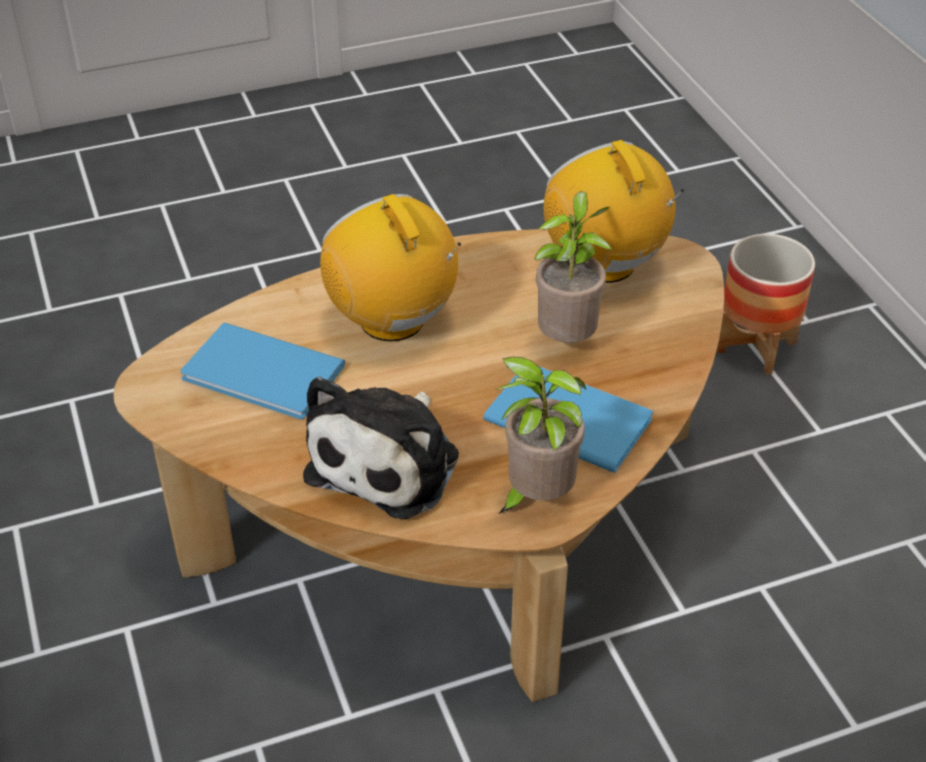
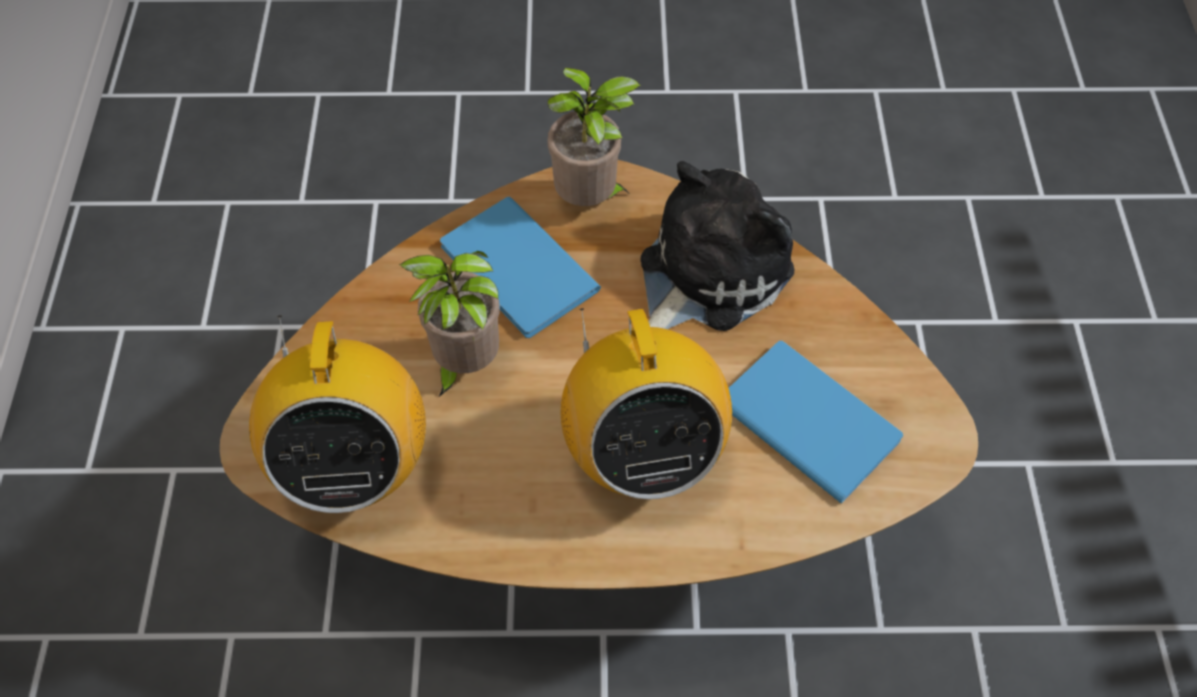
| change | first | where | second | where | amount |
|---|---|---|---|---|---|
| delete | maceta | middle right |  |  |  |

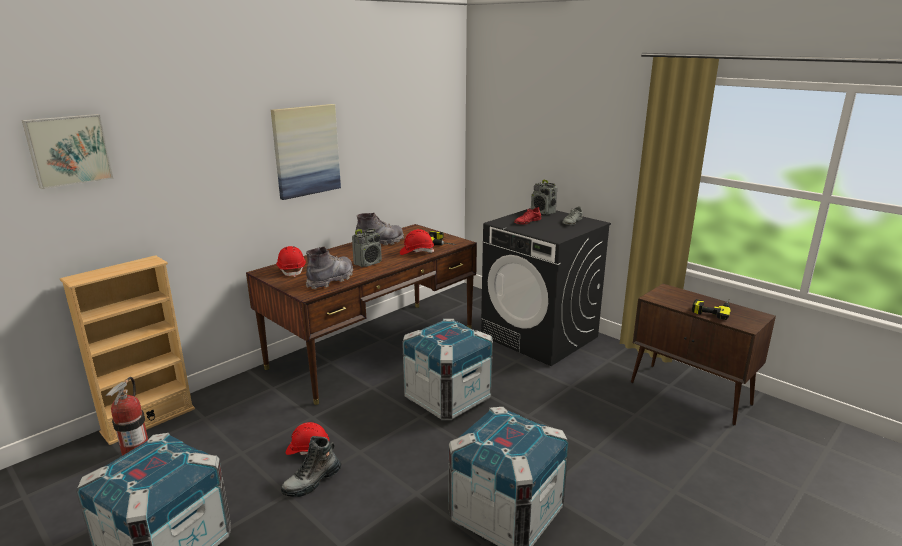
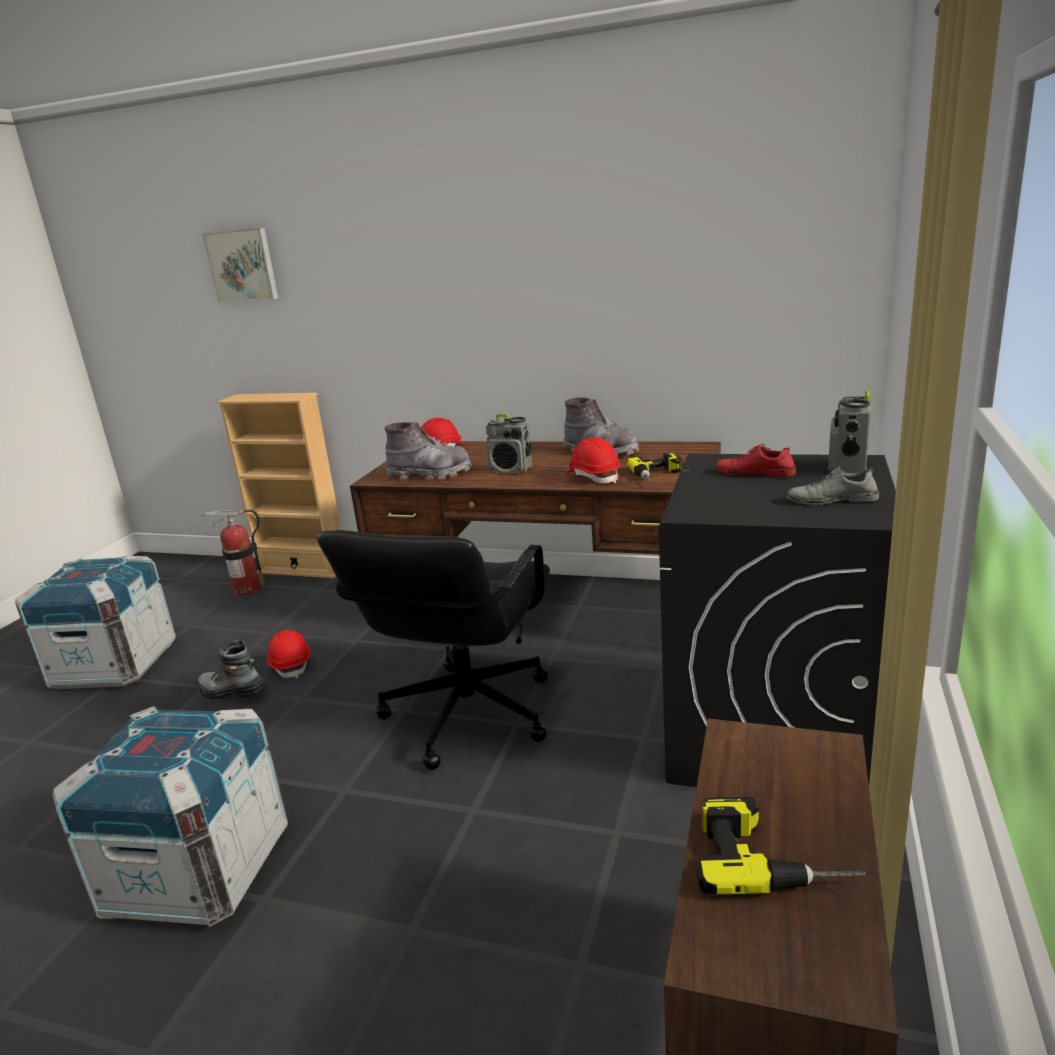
| change | first | where | second | where | amount |
|---|---|---|---|---|---|
| replace | caja de embalaje (2nd from left) | bottom centre | silla de oficina (negro) | centre |  |
| delete | cuadro (2nd from left) | top centre |  |  |  |

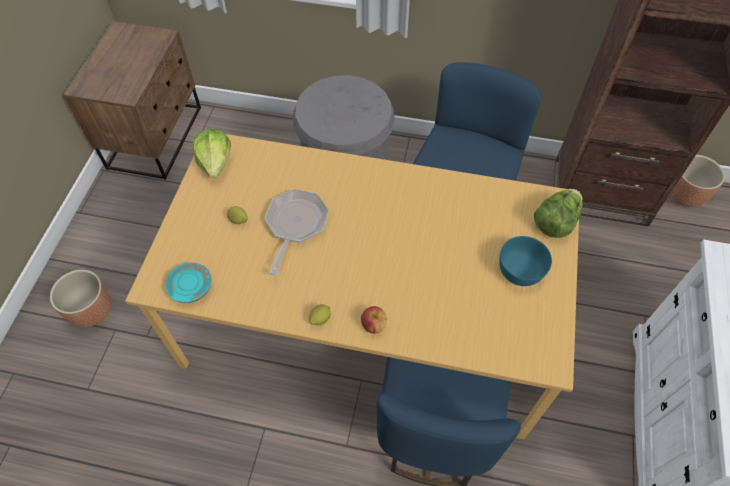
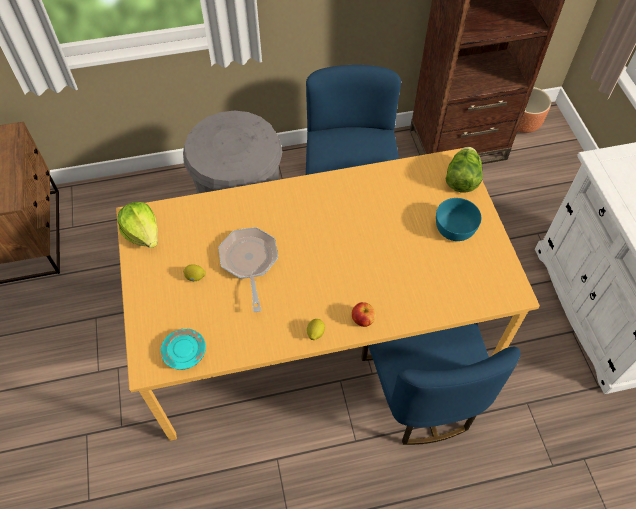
| change | first | where | second | where | amount |
|---|---|---|---|---|---|
| delete | maceta (marrón) (1st from left) | middle left |  |  |  |

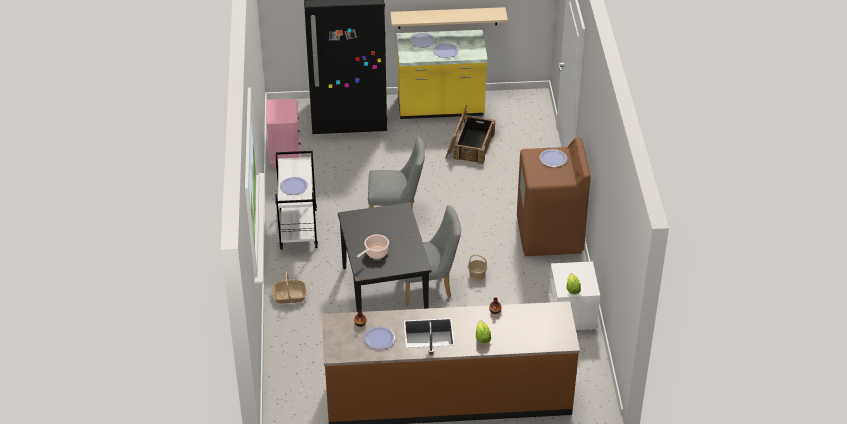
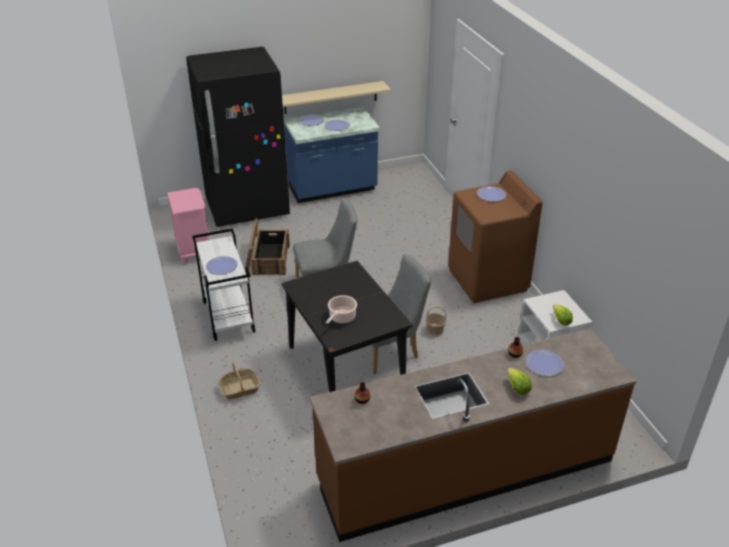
| change | first | where | second | where | amount |
|---|---|---|---|---|---|
| move | caja de embalaje | top centre |  | centre |  |
| recolor | mueble bajo de cocina (amarillo) | top centre | mueble bajo de cocina (azul) | top centre |  |
| move | plato (2nd from left in the first image) | bottom centre | plato (5th from left) | middle right |  |

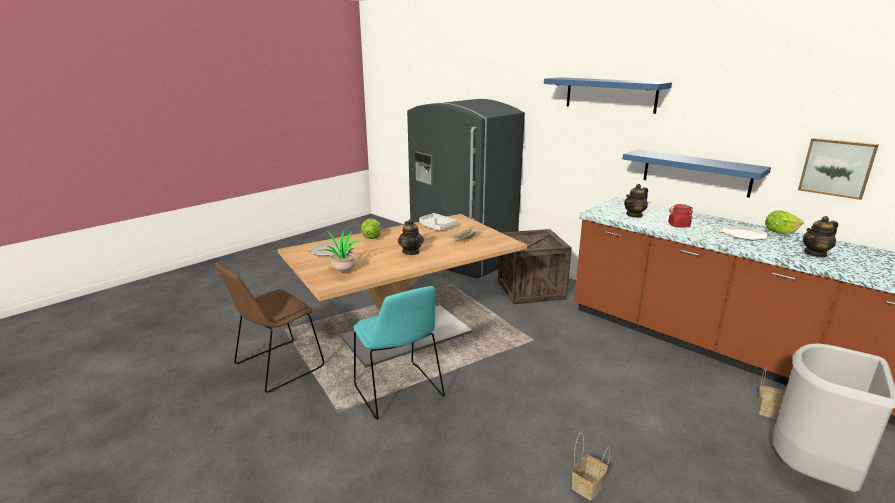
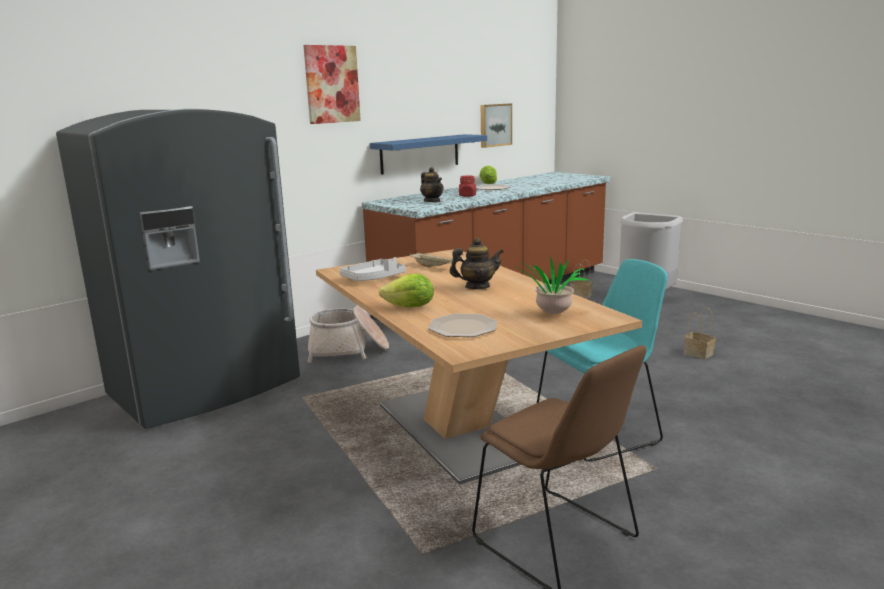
| change | first | where | second | where | amount |
|---|---|---|---|---|---|
| replace | estante (azul) (1st from left) | top right | cuadro (1st from left) | top centre |  |
| replace | caja de embalaje | centre | cesta (1st from left) | centre |  |
| delete | tetera (3rd from left) | middle right |  |  |  |

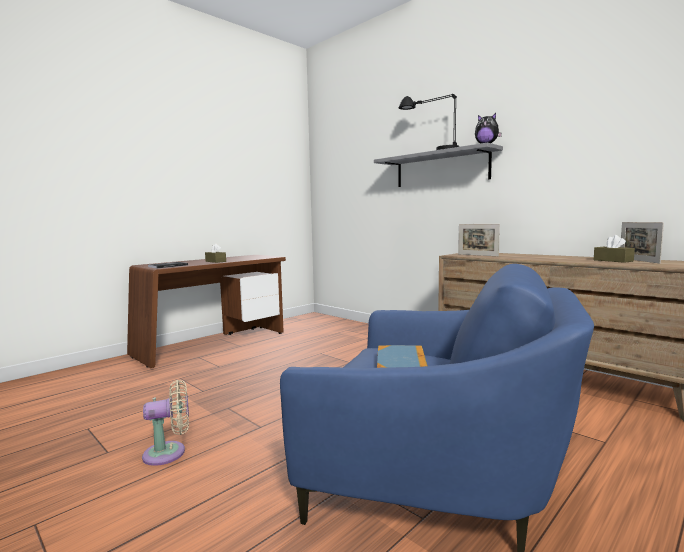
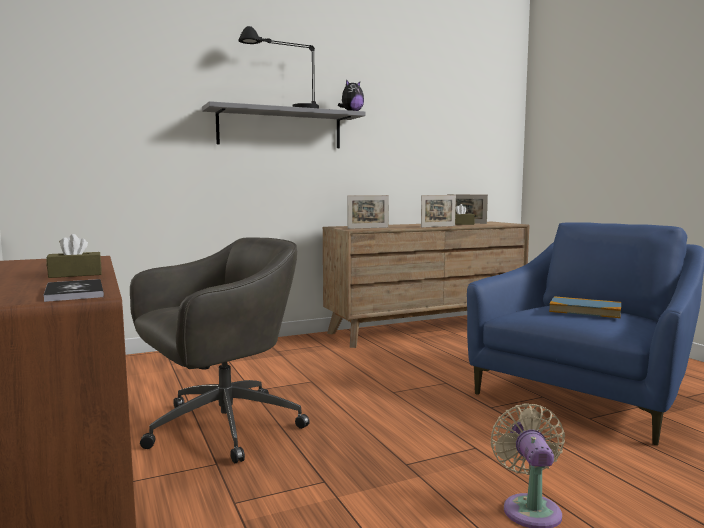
| change | first | where | second | where | amount |
|---|---|---|---|---|---|
| insert |  |  | silla de oficina (gris) | middle left |  |
| insert |  |  | portarretratos (2nd from left) | centre |  |

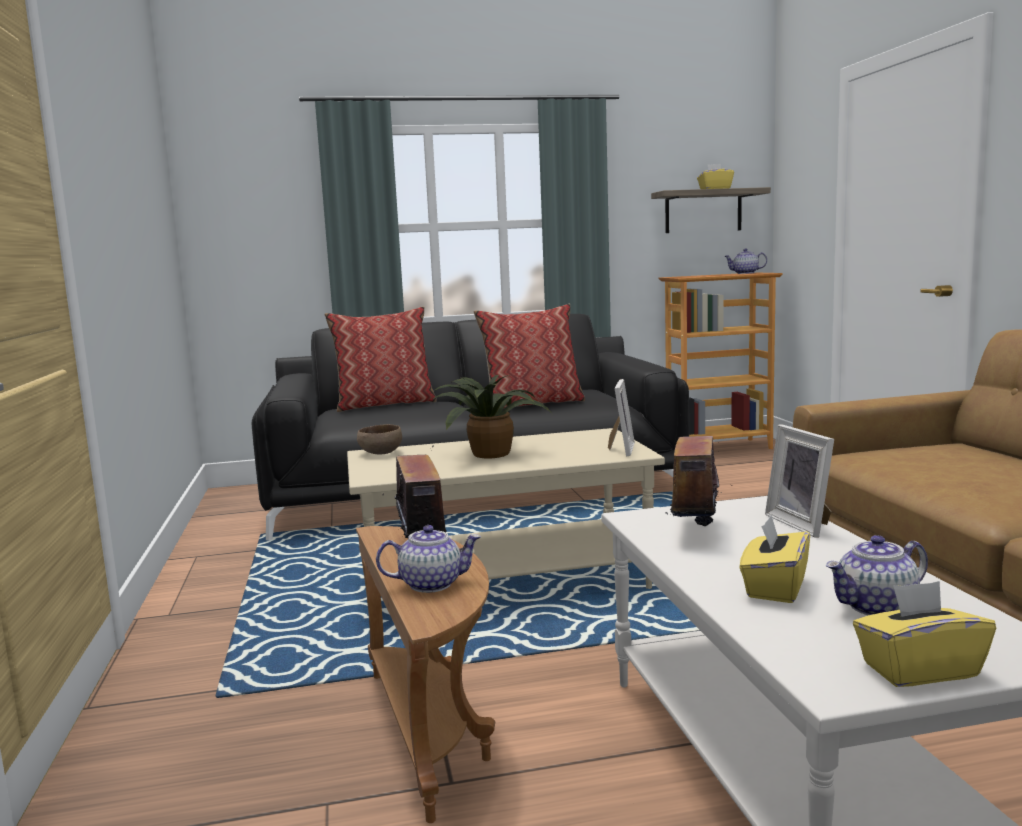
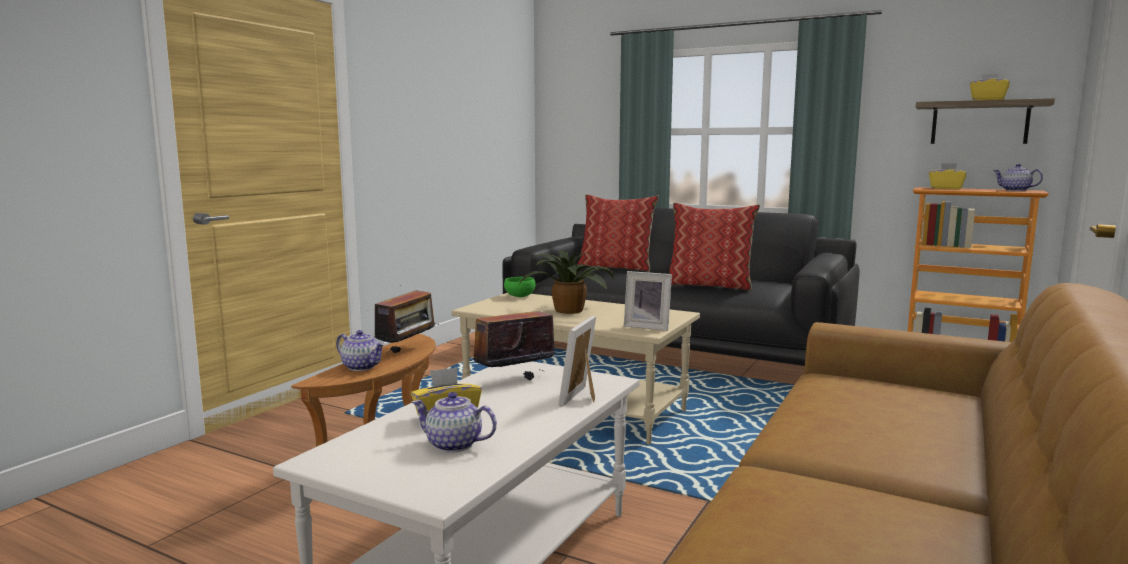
| change | first | where | second | where | amount |
|---|---|---|---|---|---|
| recolor | cuenco (marrón) | centre | cuenco (verde) | centre |  |
| rotate | portarretratos (1st from left in the first image) | centre | portarretratos (2nd from left) | centre | 60 degrees clockwise |
| move | caja de pañuelos (amarillo) (3rd from left in the first image) | bottom right | caja de pañuelos (amarillo) (2nd from left) | top right |  |

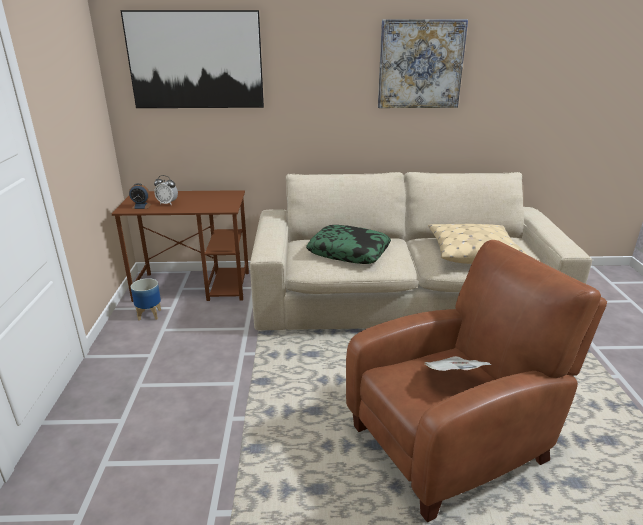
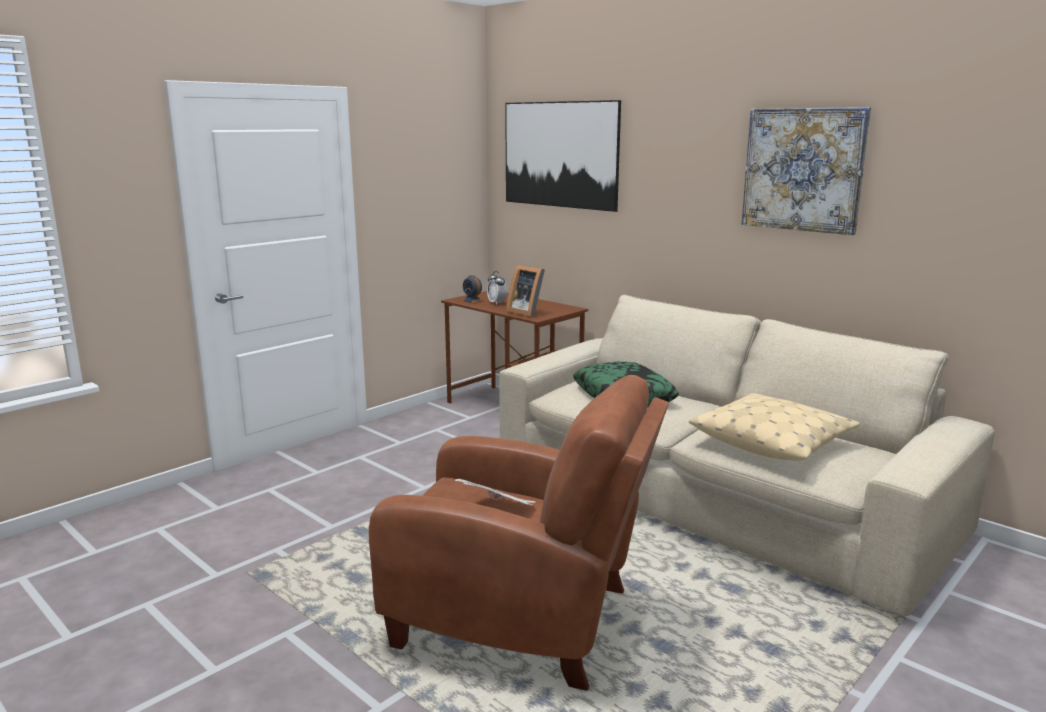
| change | first | where | second | where | amount |
|---|---|---|---|---|---|
| insert |  |  | portarretratos | centre |  |
| delete | maceta | middle left |  |  |  |

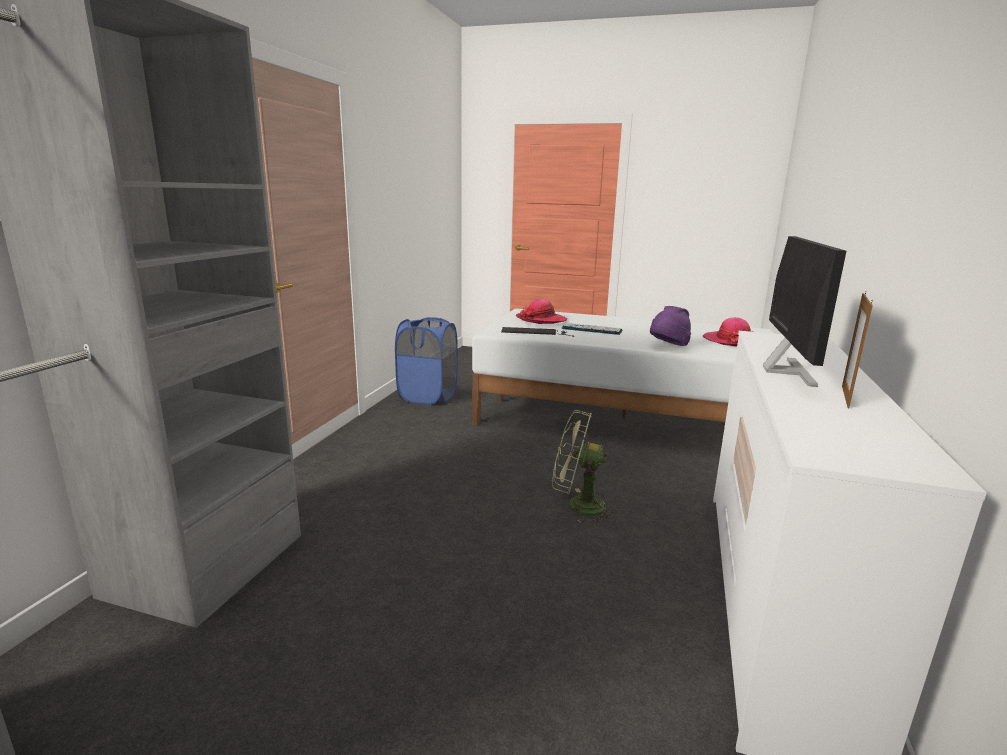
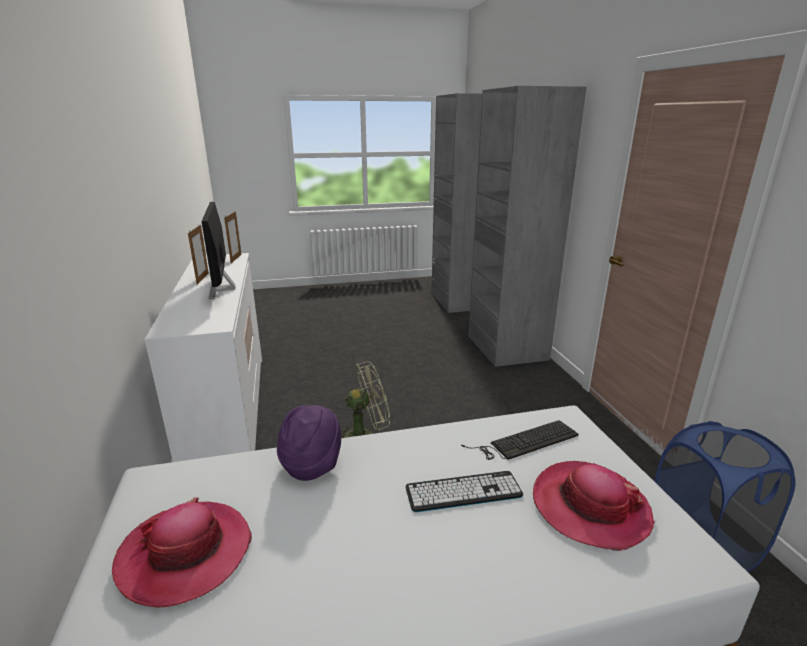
| change | first | where | second | where | amount |
|---|---|---|---|---|---|
| insert |  |  | portarretratos (2nd from left) | middle left |  |

